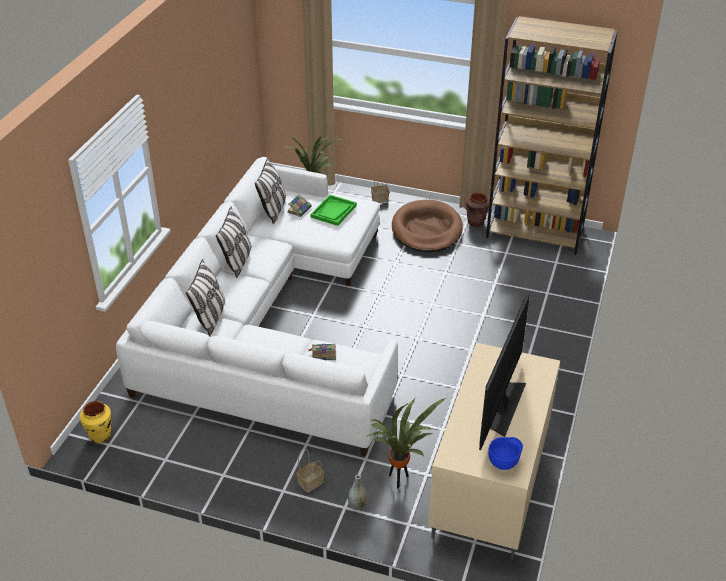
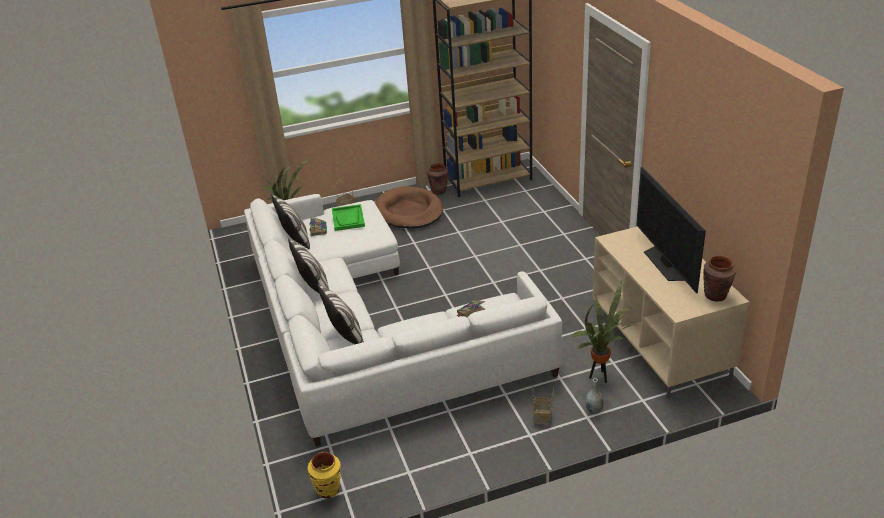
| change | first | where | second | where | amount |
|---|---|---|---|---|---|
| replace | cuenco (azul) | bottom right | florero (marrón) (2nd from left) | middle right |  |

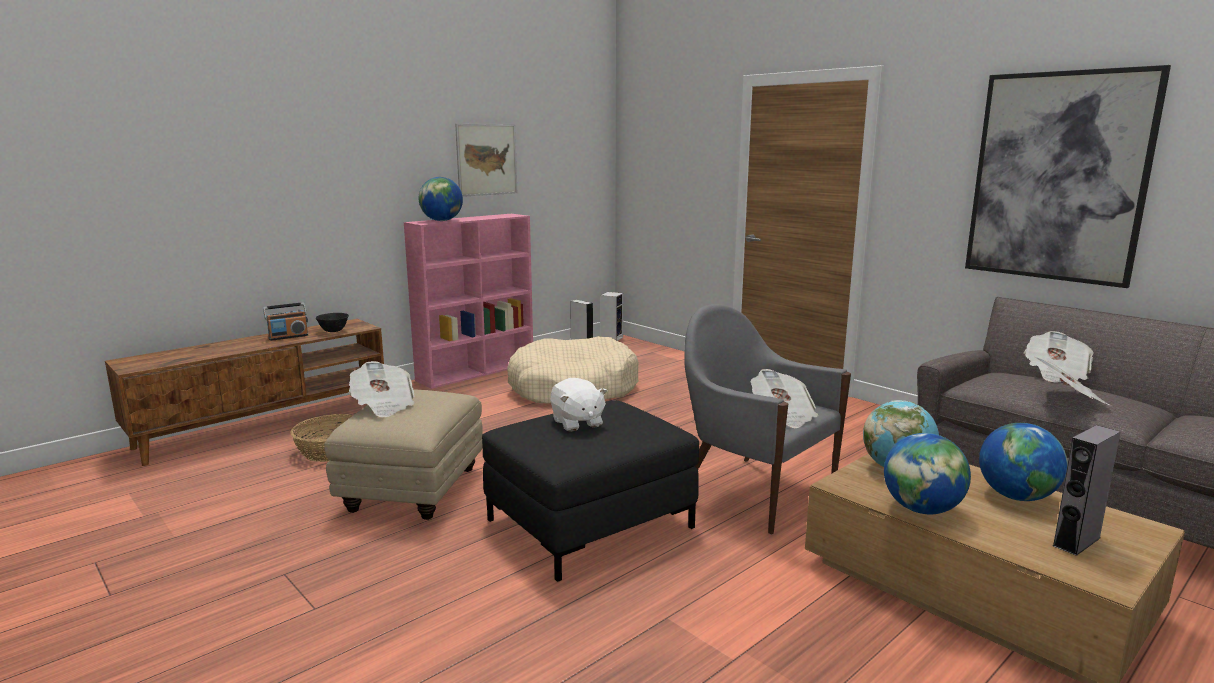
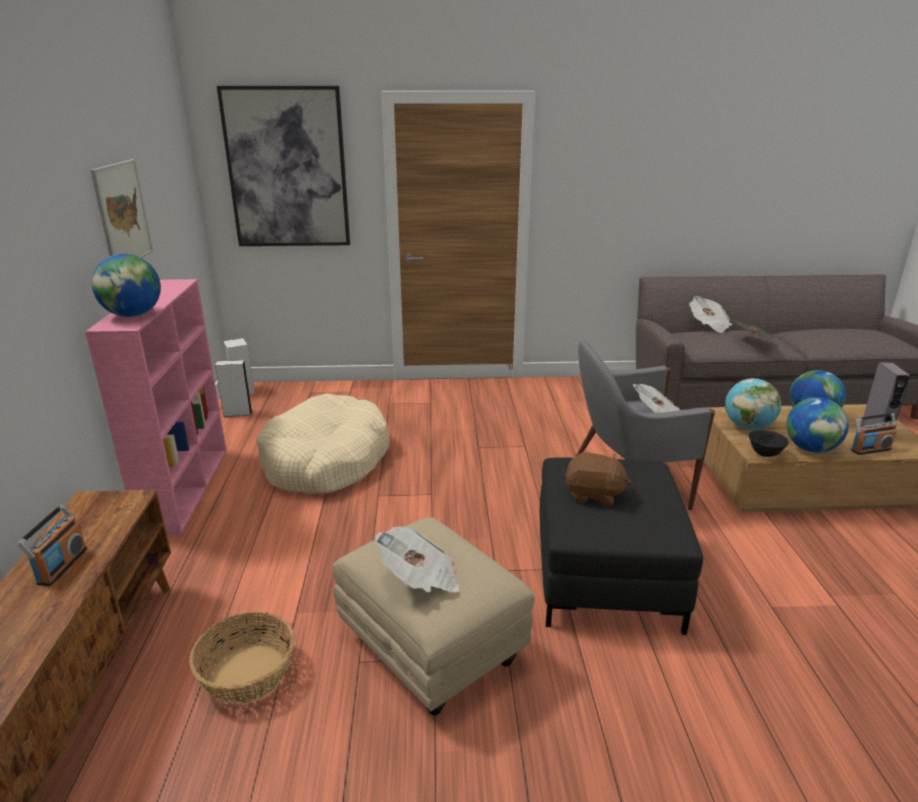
| change | first | where | second | where | amount |
|---|---|---|---|---|---|
| move | cuadro (2nd from left) | top right |  | top left |  |
| recolor | peluche (blanco) | centre | peluche (marrón) | centre |  |
| move | cuenco (negro) | middle left |  | middle right |  |
| insert |  |  | radio (2nd from left) | middle right |  |

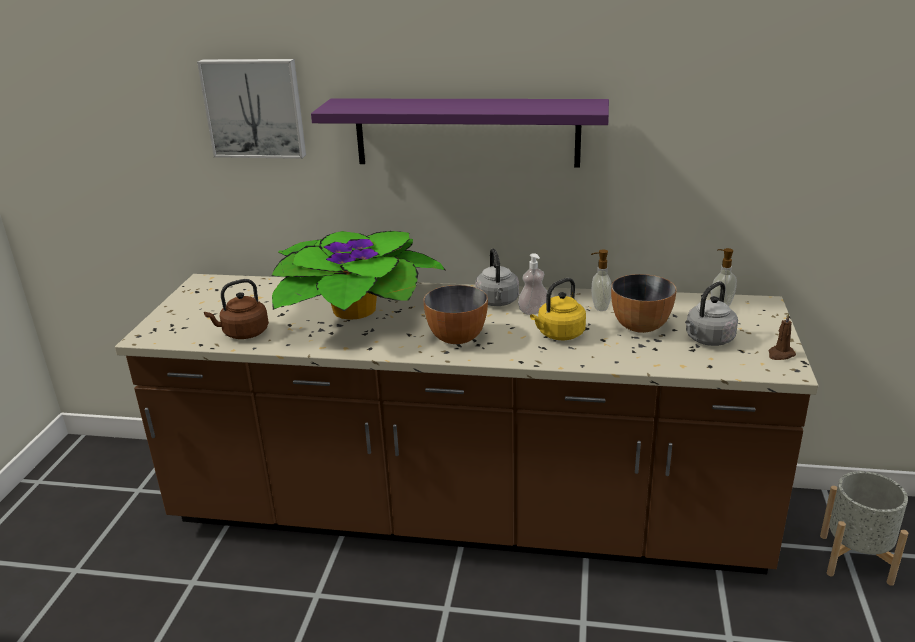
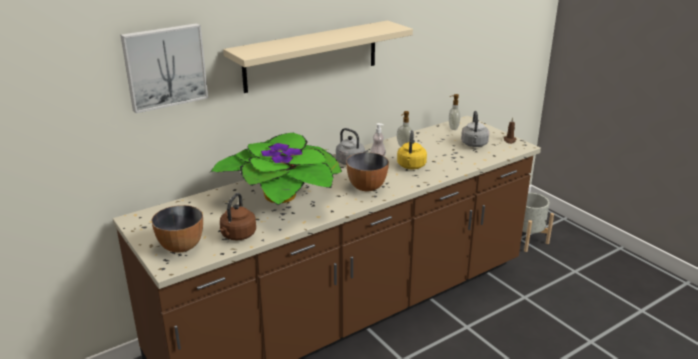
| change | first | where | second | where | amount |
|---|---|---|---|---|---|
| move | cuenco (2nd from left in the first image) | middle right | cuenco (1st from left) | middle left |  |
| recolor | estante (morado) | top centre | estante (beis) | top centre |  |

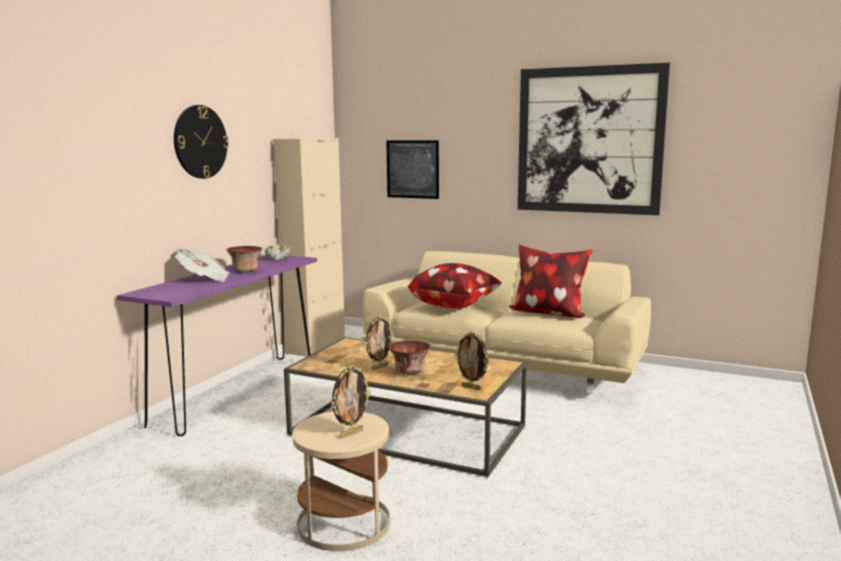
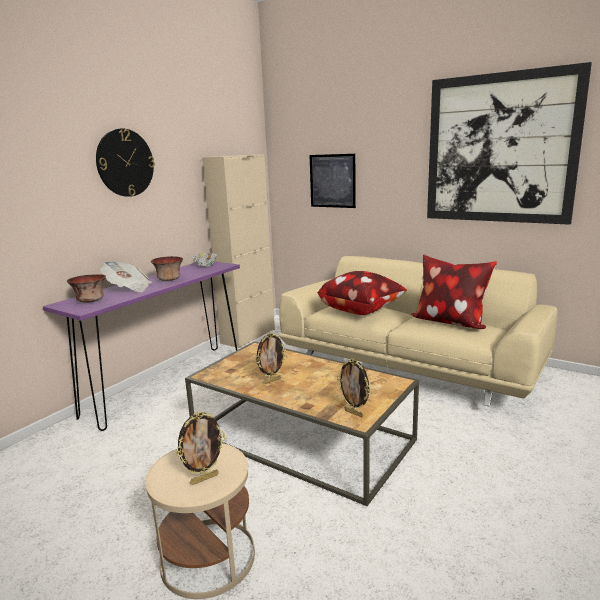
| change | first | where | second | where | amount |
|---|---|---|---|---|---|
| move | cuenco (3rd from left in the first image) | centre | cuenco (1st from left) | middle left |  |

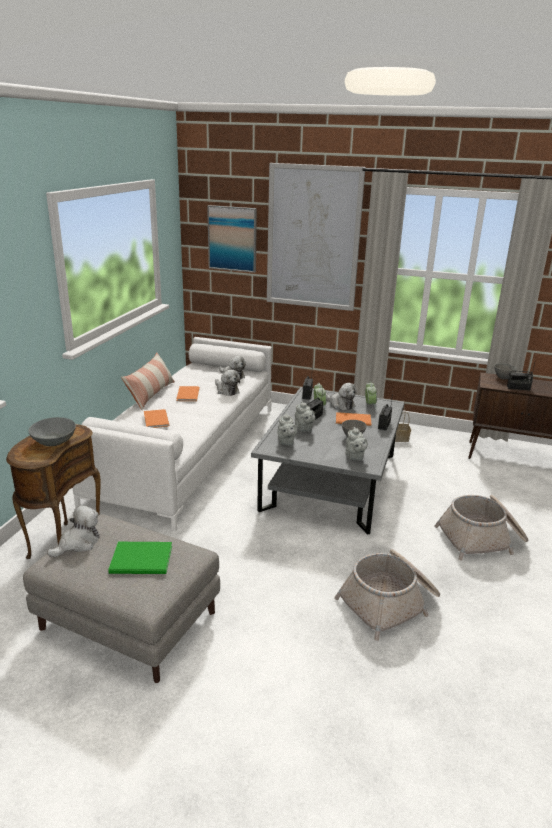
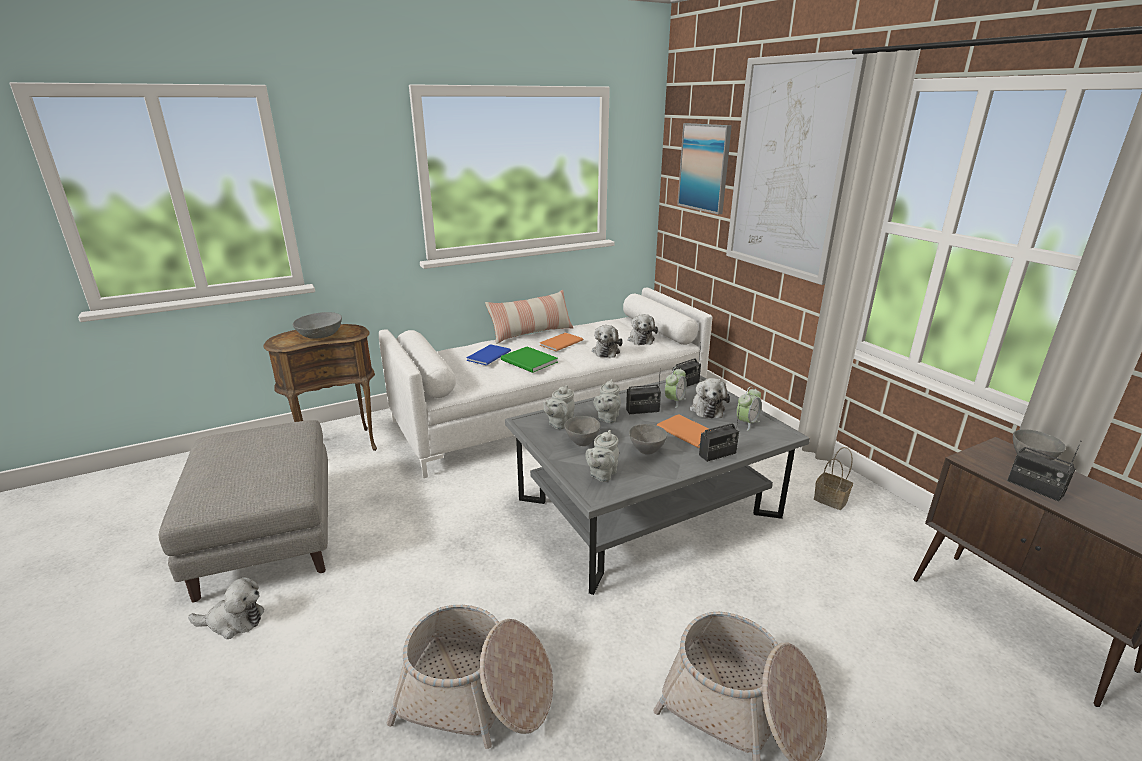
| change | first | where | second | where | amount |
|---|---|---|---|---|---|
| move | peluche (1st from left) | middle left |  | bottom left |  |
| recolor | libro (naranja) (1st from left) | middle left | libro (azul) | centre |  |
| move | libro (verde) | bottom left |  | centre |  |
| insert |  |  | cuenco (gris) (2nd from left) | centre |  |

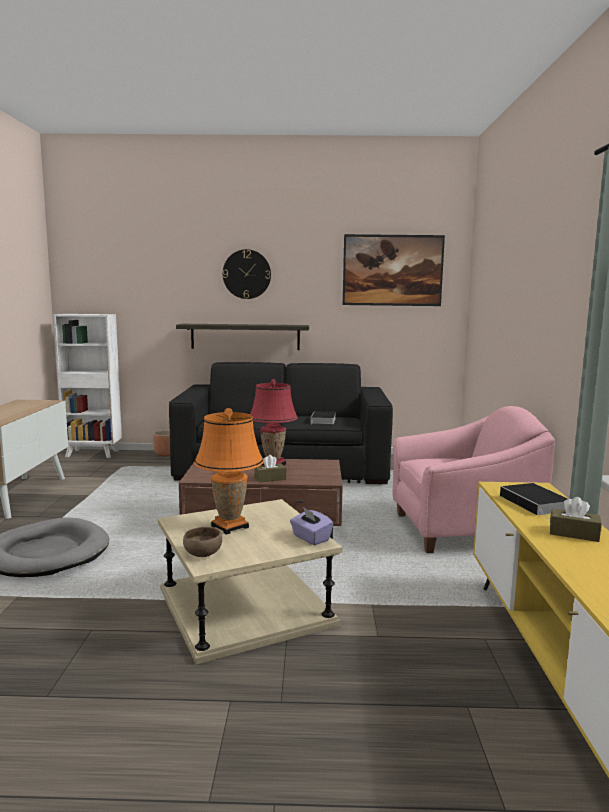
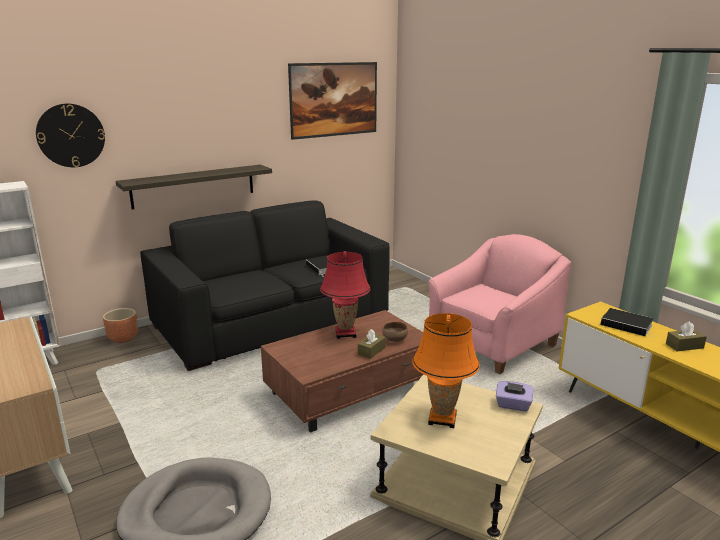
| change | first | where | second | where | amount |
|---|---|---|---|---|---|
| move | reloj de pared | centre |  | top left |  |
| move | cuenco (marrón) | bottom left |  | centre |  |

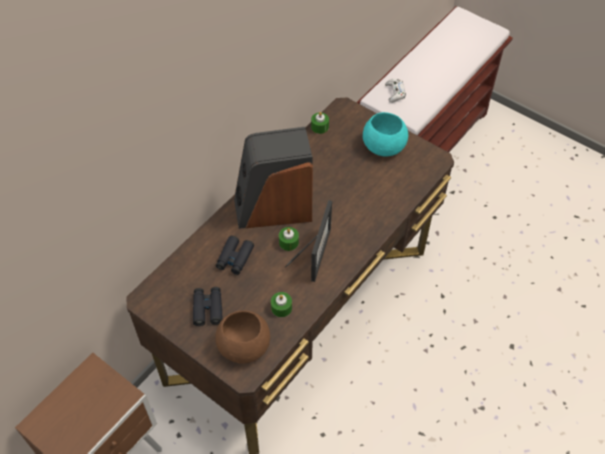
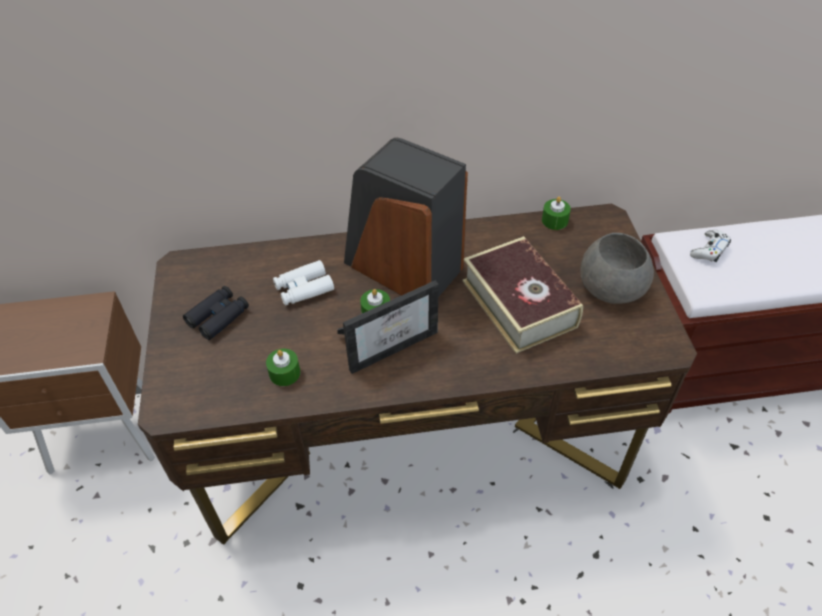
| change | first | where | second | where | amount |
|---|---|---|---|---|---|
| recolor | prismáticos (negro) (2nd from left) | centre | prismáticos (blanco) | centre |  |
| insert |  |  | libro | centre |  |
| recolor | cuenco (turquesa) | top centre | cuenco (gris) | middle right |  |
| delete | cuenco (marrón) | bottom centre |  |  |  |

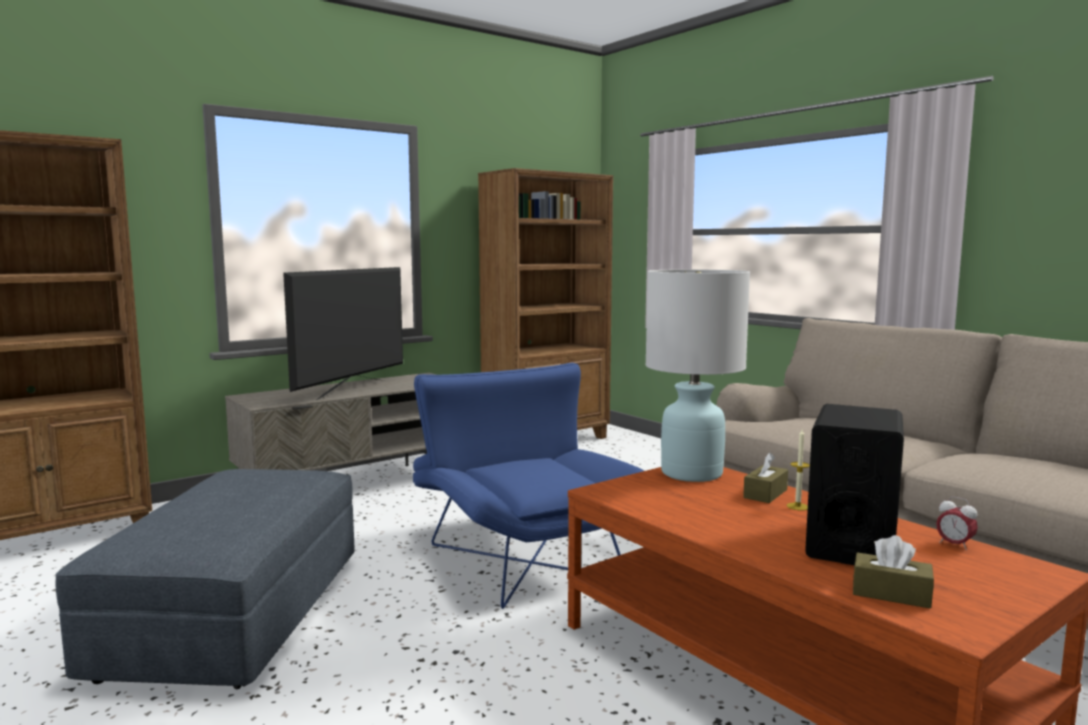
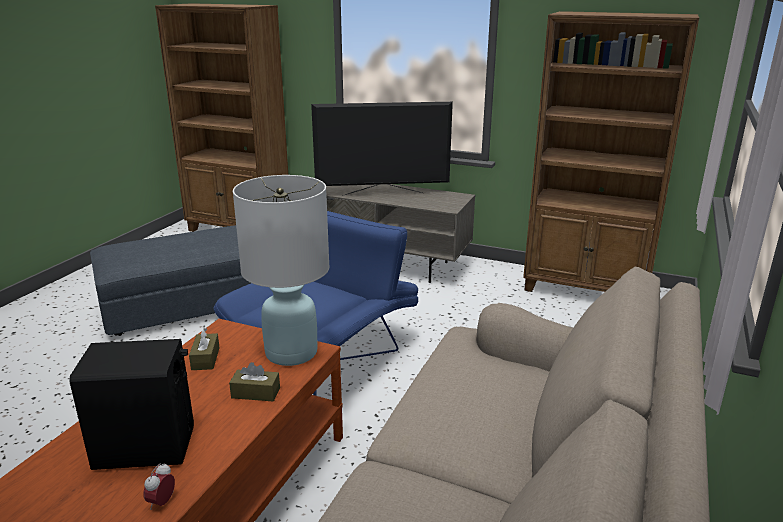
| change | first | where | second | where | amount |
|---|---|---|---|---|---|
| move | caja de pañuelos (marrón) (2nd from left in the first image) | bottom right | caja de pañuelos (marrón) (1st from left) | bottom left |  |
| delete | vela | middle right |  |  |  |

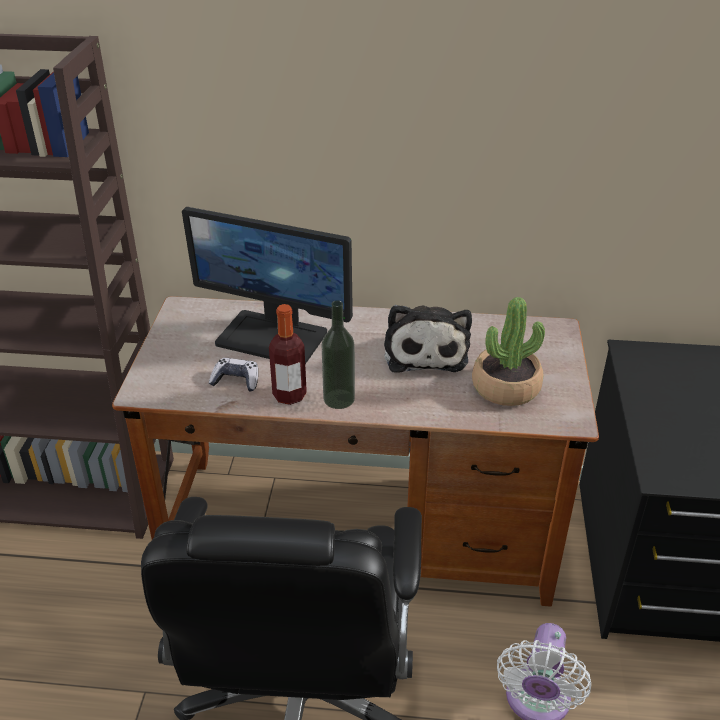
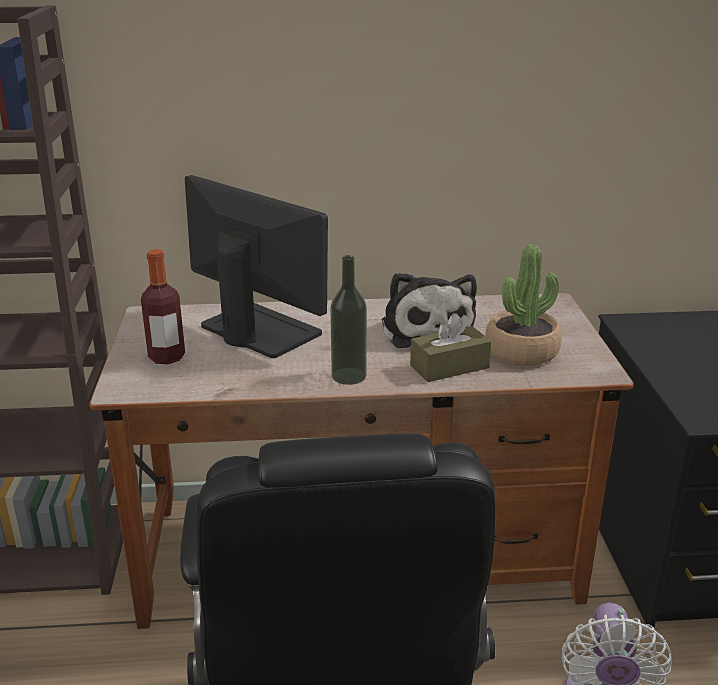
| change | first | where | second | where | amount |
|---|---|---|---|---|---|
| move | botella (1st from left) | centre |  | middle left |  |
| rotate | monitor | centre |  | centre | 150 degrees counterclockwise |
| insert |  |  | caja de pañuelos (marrón) | centre |  |
| delete | mando de consola | middle left |  |  |  |

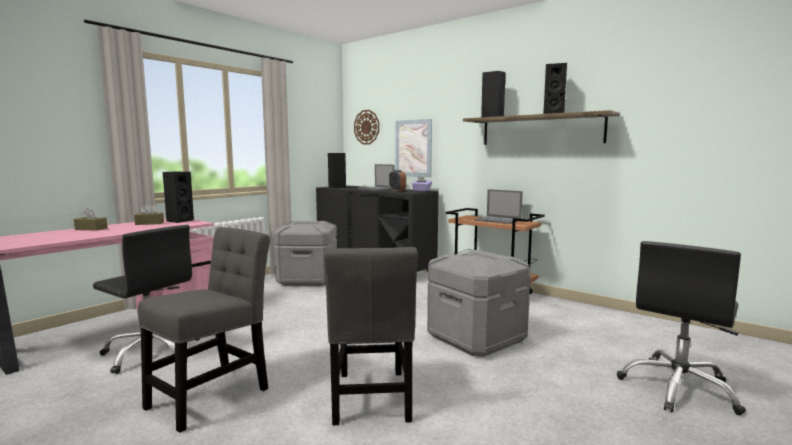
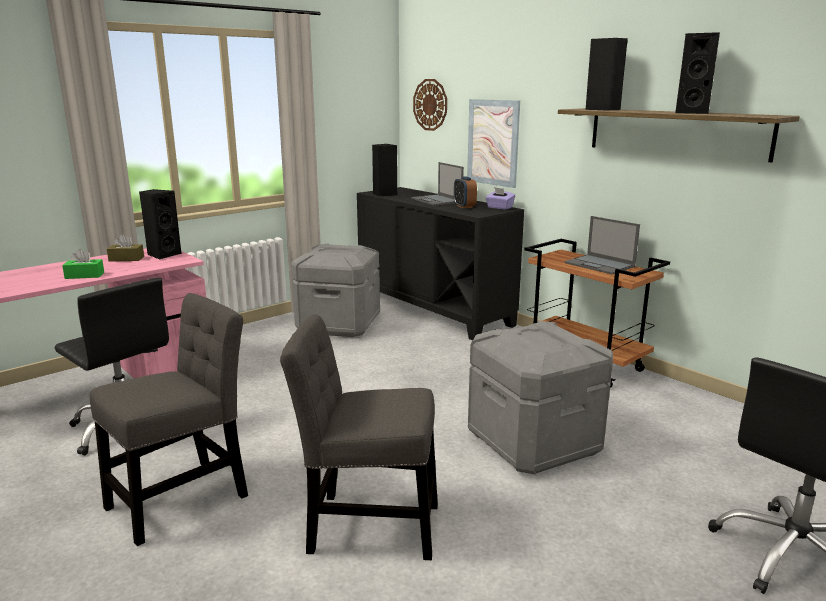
| change | first | where | second | where | amount |
|---|---|---|---|---|---|
| insert |  |  | caja de pañuelos (verde) | middle left |  |
| rotate | silla (gris) (2nd from left) | bottom centre |  | bottom centre | 90 degrees clockwise |
| delete | caja de pañuelos (marrón) (1st from left) | middle left |  |  |  |

